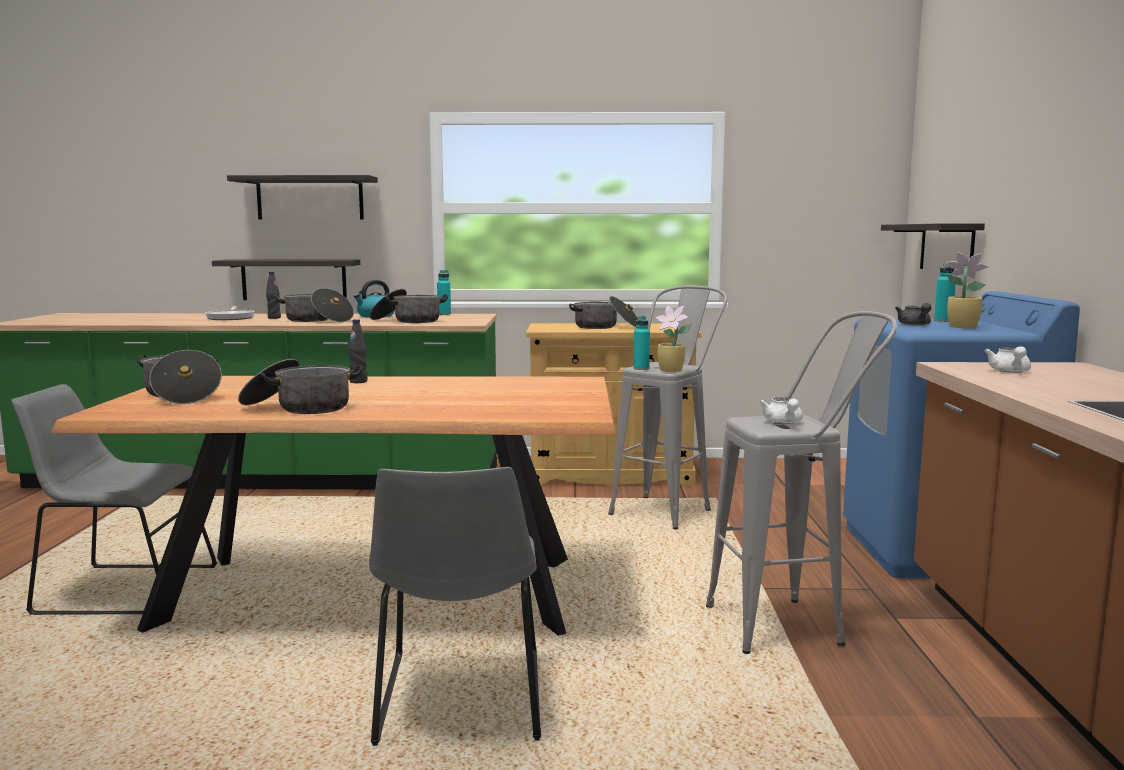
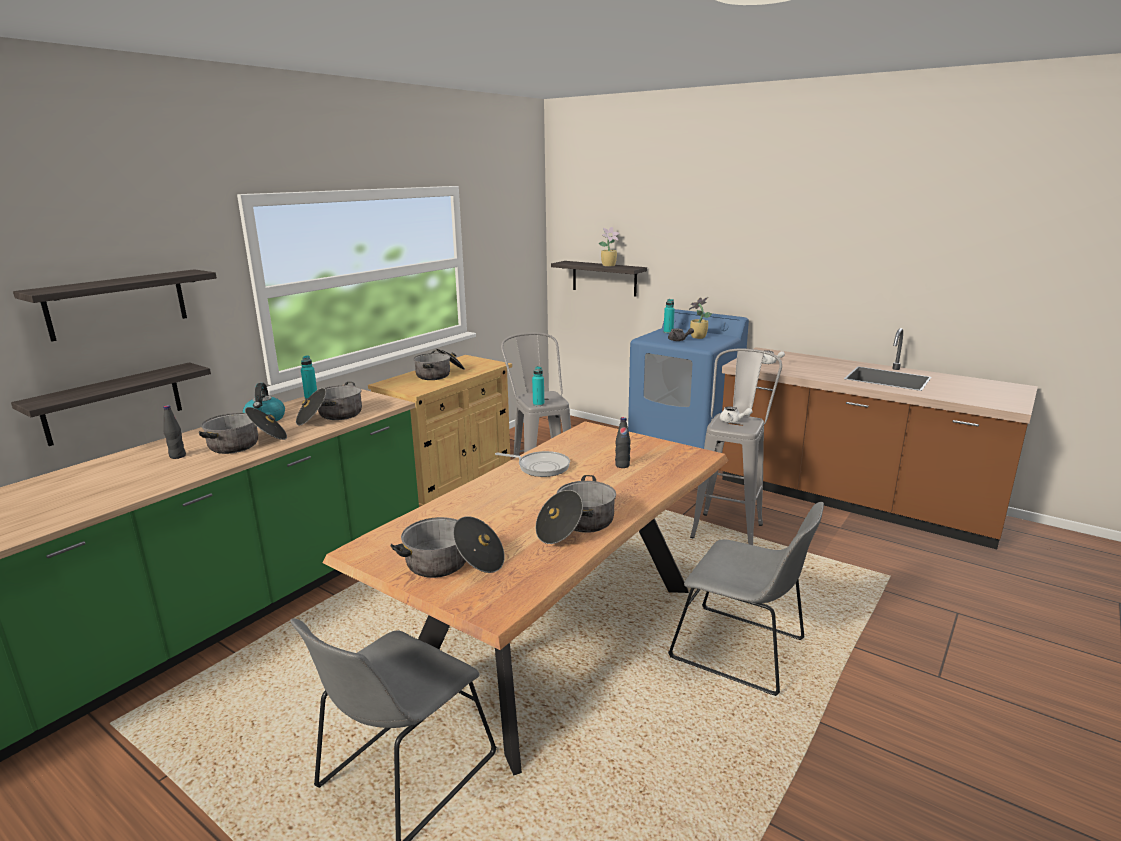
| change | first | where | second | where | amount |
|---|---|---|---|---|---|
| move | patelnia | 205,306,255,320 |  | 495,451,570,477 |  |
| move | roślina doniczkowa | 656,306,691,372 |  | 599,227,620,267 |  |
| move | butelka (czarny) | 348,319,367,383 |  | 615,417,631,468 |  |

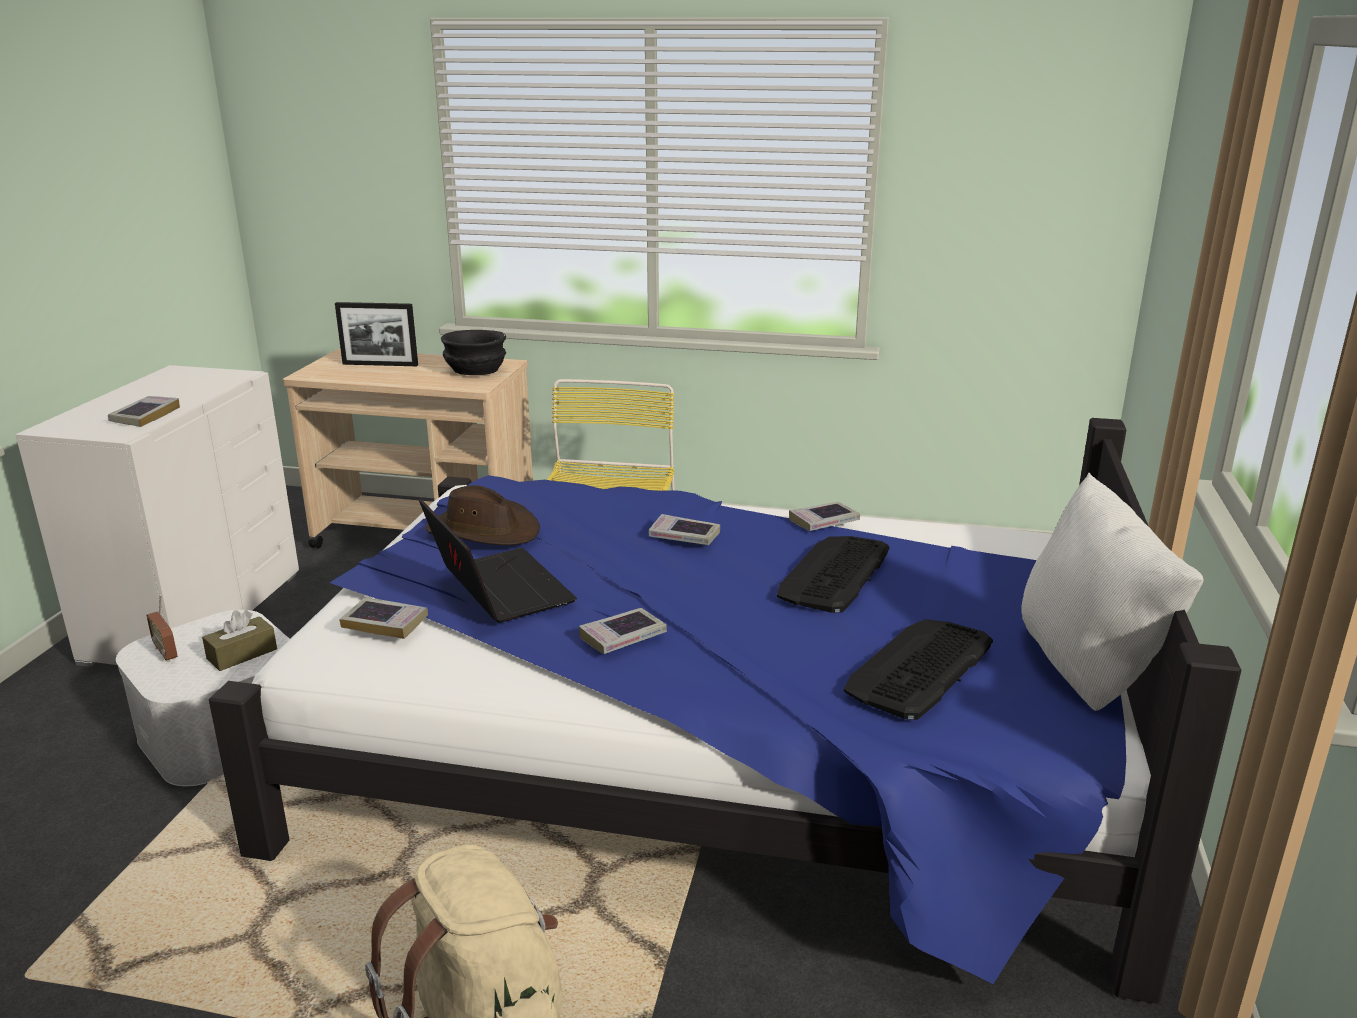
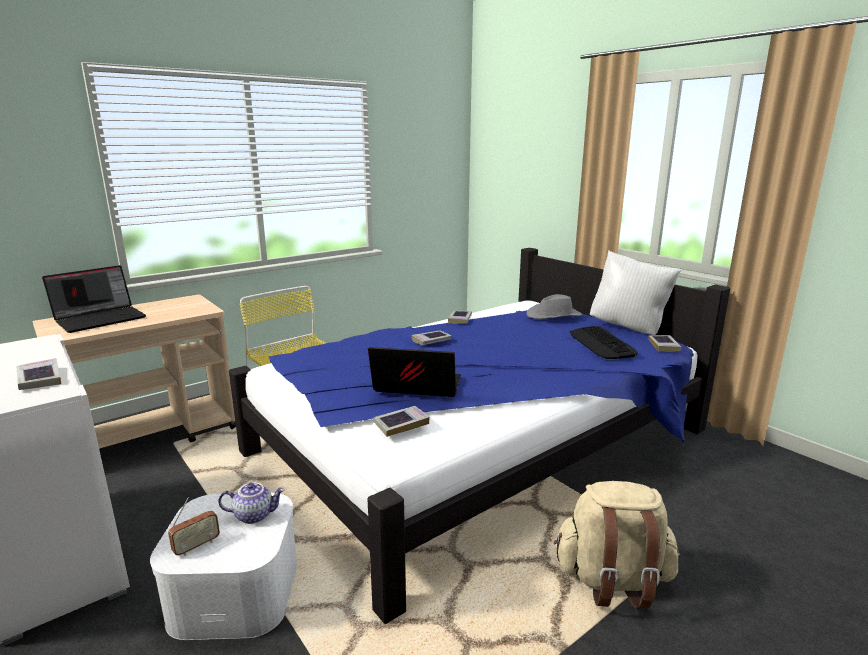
| change | first | where | second | where | amount |
|---|---|---|---|---|---|
| replace | ramka na zdjęcie | 335,302,418,366 | laptop | 42,265,146,333 |  |
| delete | miska (czarny) | 441,330,506,375 |  |  |  |
| delete | kapelusz (brązowy) | 425,485,540,545 |  |  |  |
| delete | klawiatura | 777,536,890,613 |  |  |  |
| rotate | radio | 147,595,178,662 |  | 168,498,220,556 | 45 degrees counterclockwise |
| move | książka | 579,608,667,654 |  | 648,335,682,352 |  |
| replace | pudełko chusteczek (brązowy) | 202,610,277,671 | imbryk | 218,483,285,524 |  |
| insert |  |  | kapelusz (szary) | 526,294,582,319 |  |

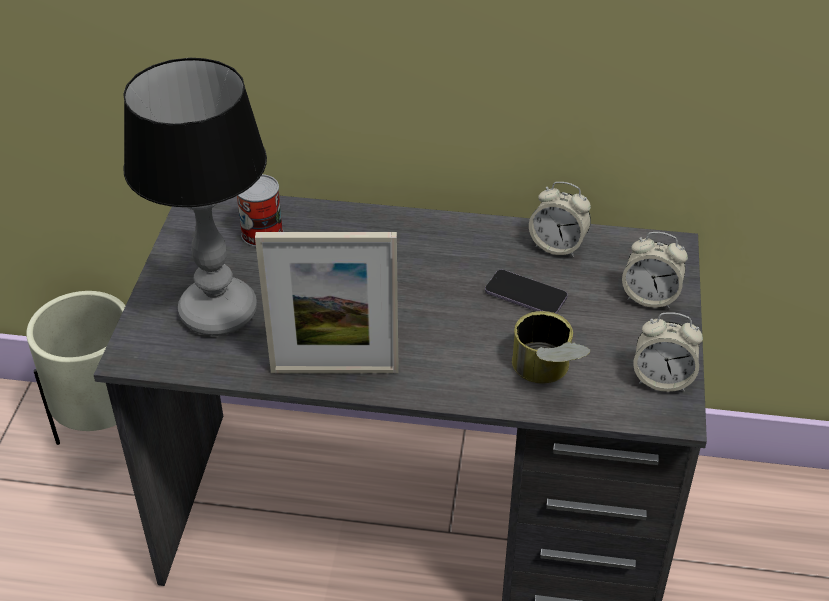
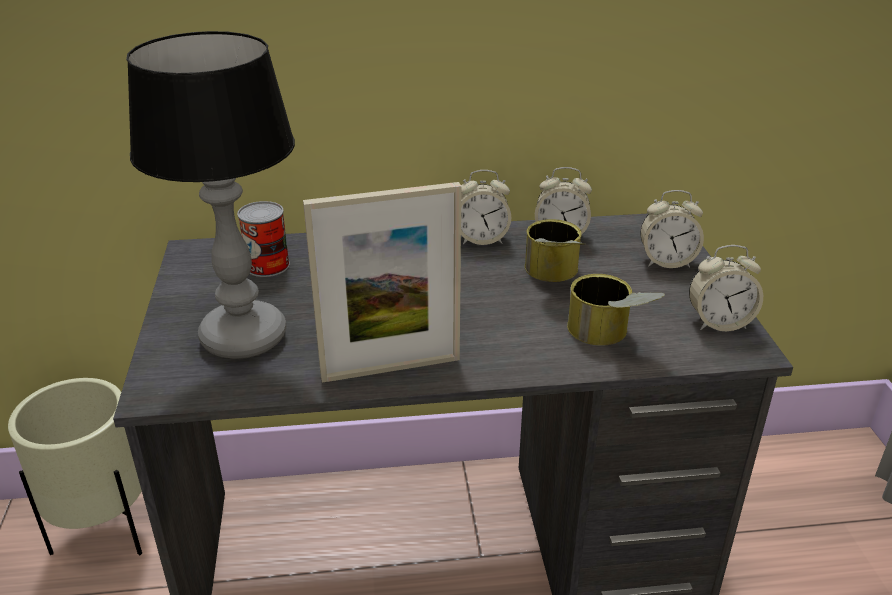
| change | first | where | second | where | amount |
|---|---|---|---|---|---|
| replace | telefon | 485,269,568,314 | puszka | 525,219,584,282 |  |
| insert |  |  | budzik | 461,170,511,245 |  |

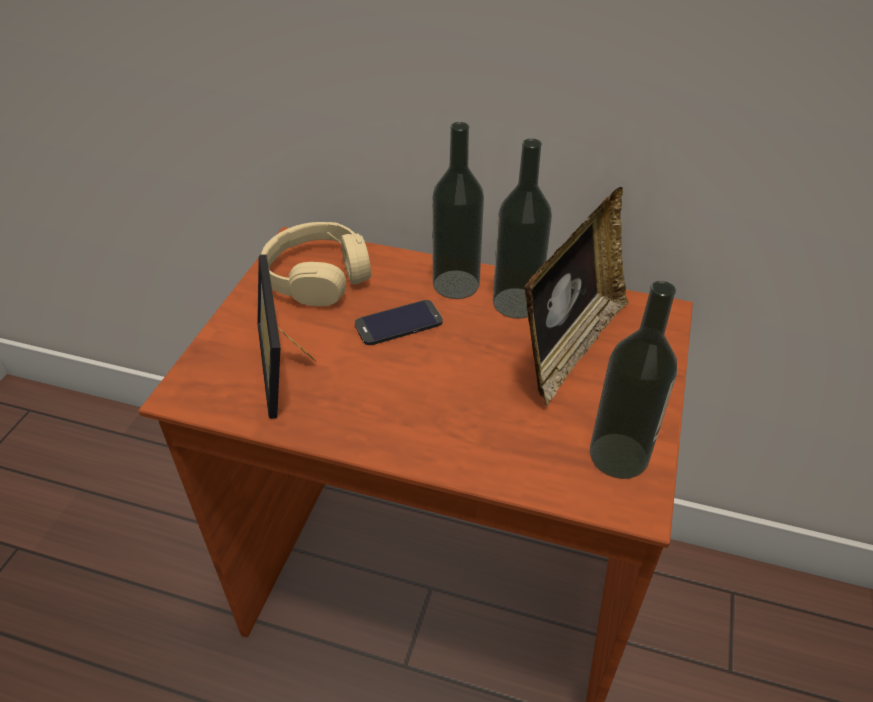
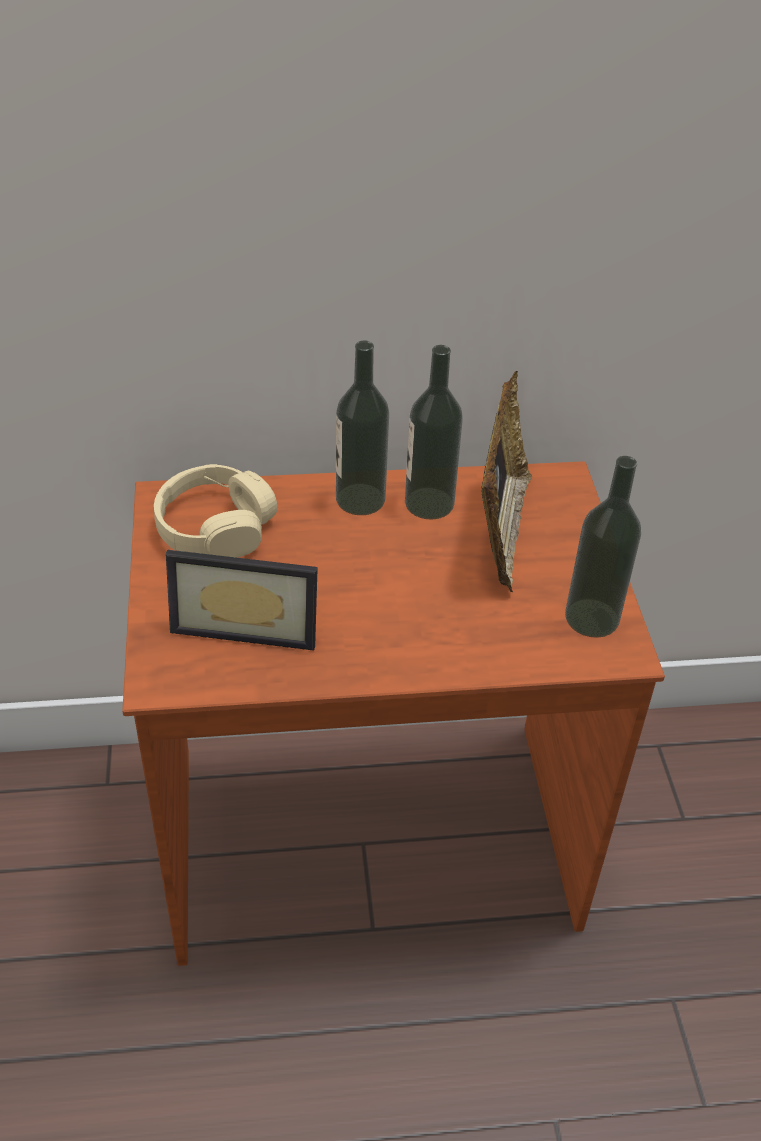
| change | first | where | second | where | amount |
|---|---|---|---|---|---|
| rotate | ramka na zdjęcie | 257,255,317,419 |  | 166,550,318,651 | 45 degrees counterclockwise |
| delete | telefon | 355,300,443,345 |  |  |  |

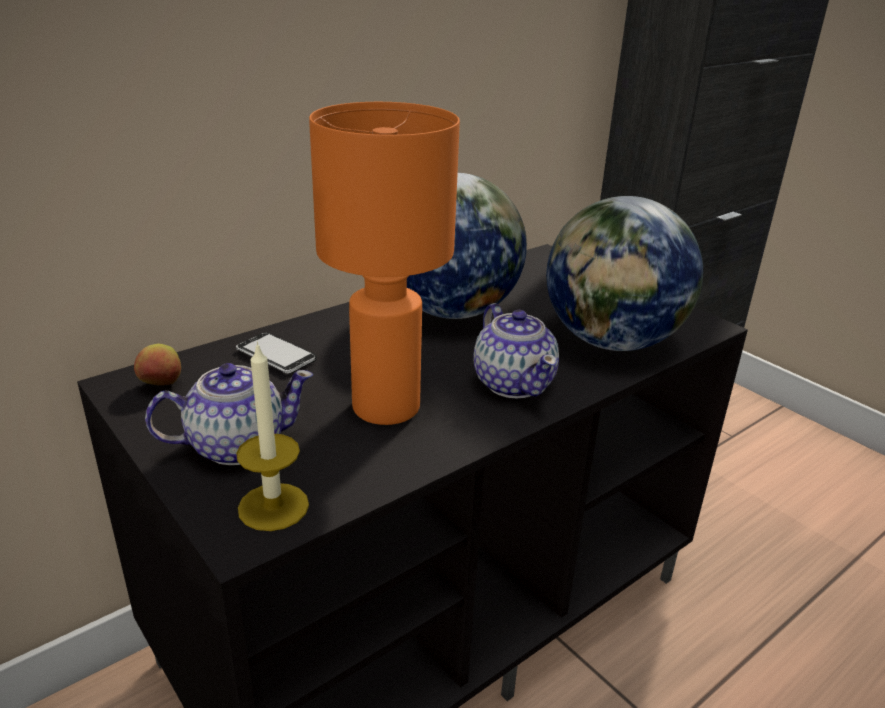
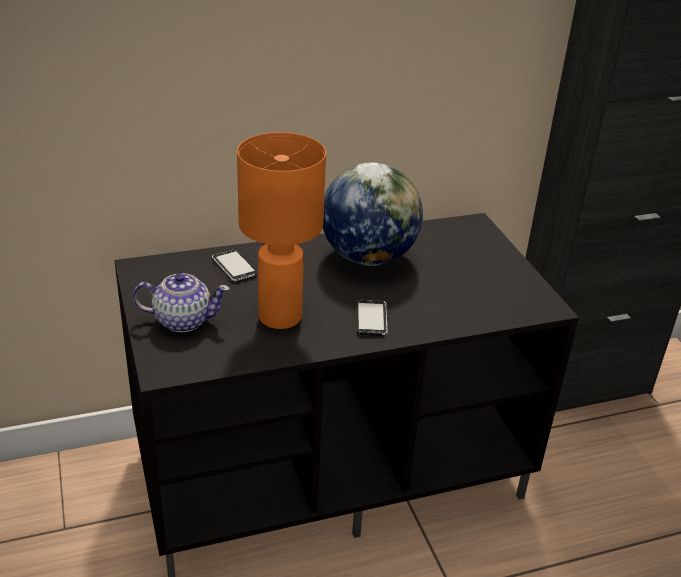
| change | first | where | second | where | amount |
|---|---|---|---|---|---|
| delete | globus | 546,196,703,351 |  |  |  |
| replace | imbryk | 474,303,559,398 | telefon | 357,300,387,336 |  |
| delete | świeca | 236,341,309,531 |  |  |  |
| delete | jabłko | 134,344,181,385 |  |  |  |

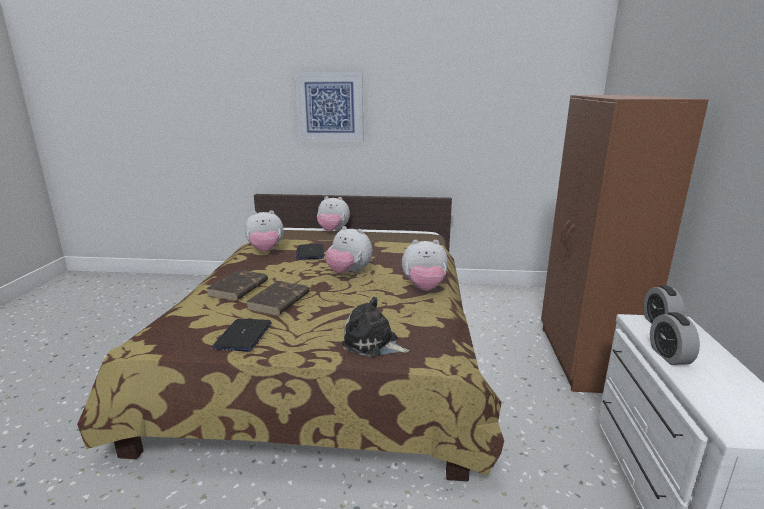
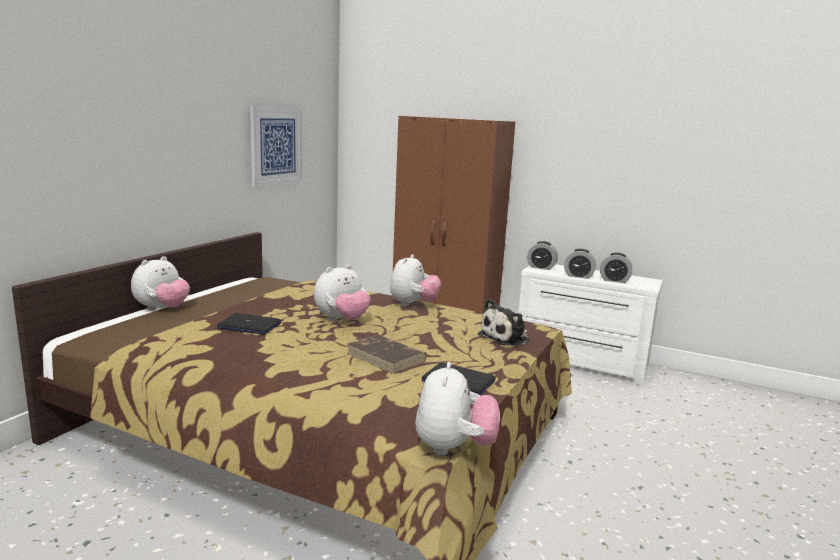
| change | first | where | second | where | amount |
|---|---|---|---|---|---|
| move | obraz | 294,71,364,142 |  | 250,106,302,187 |  |
| move | pluszak | 245,210,284,252 |  | 415,362,500,455 |  |
| delete | książka (brązowy) | 206,270,268,301 |  |  |  |
| insert |  |  | budzik | 600,253,632,283 |  |

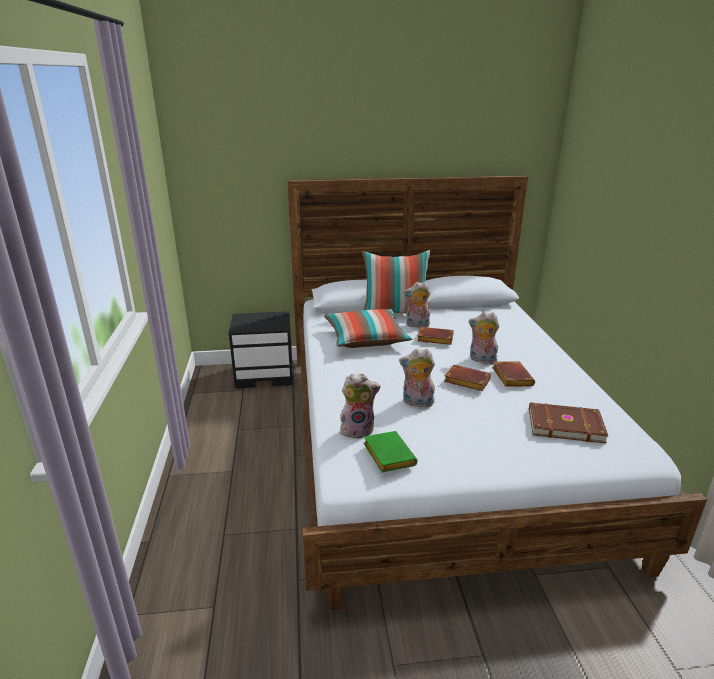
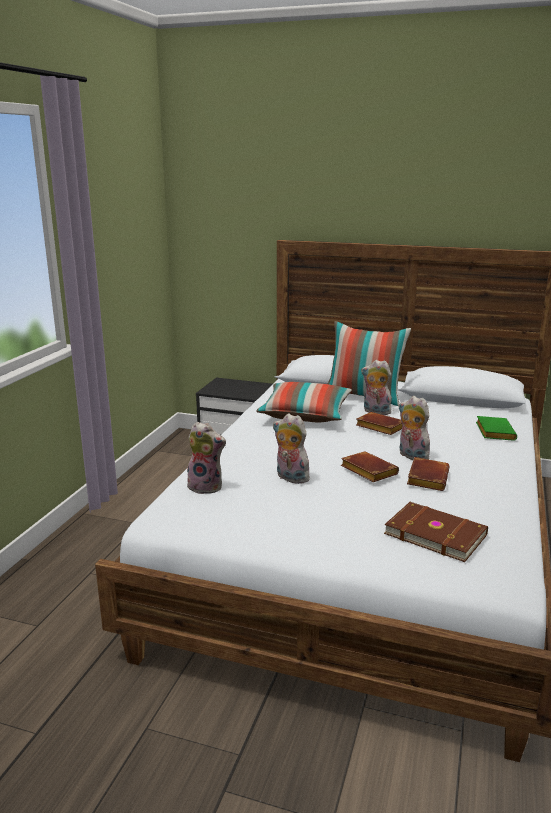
| change | first | where | second | where | amount |
|---|---|---|---|---|---|
| move | książka (zielony) | 363,431,417,472 |  | 476,416,517,441 |  |

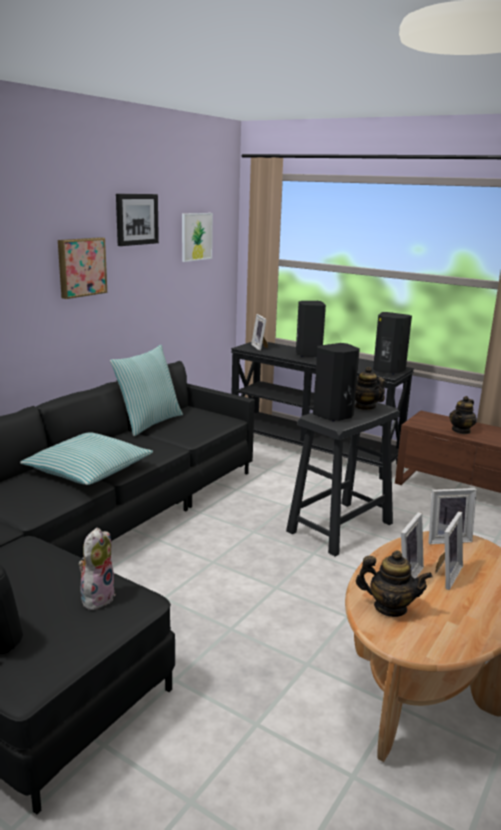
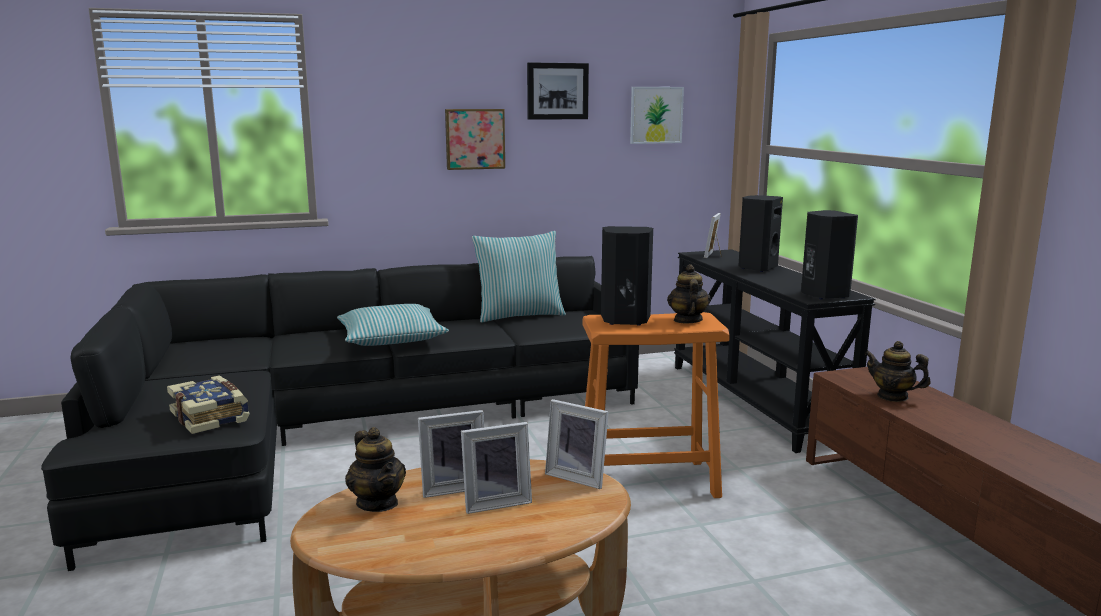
| change | first | where | second | where | amount |
|---|---|---|---|---|---|
| rotate | imbryk | 449,396,477,434 |  | 864,341,931,402 | 45 degrees clockwise |
| recolor | stołek (czarny) | 286,400,400,557 | stołek (pomarańczowy) | 582,312,730,498 |  |
| replace | pluszak | 78,528,116,612 | książka | 167,376,250,434 |  |

